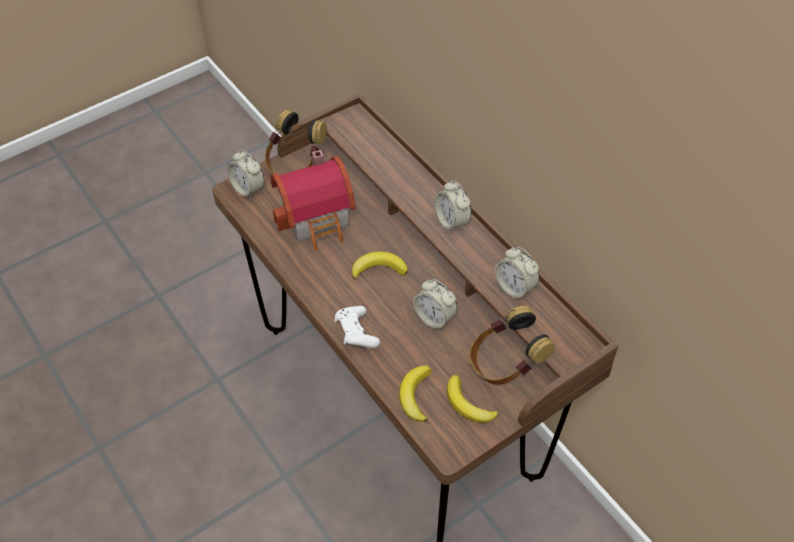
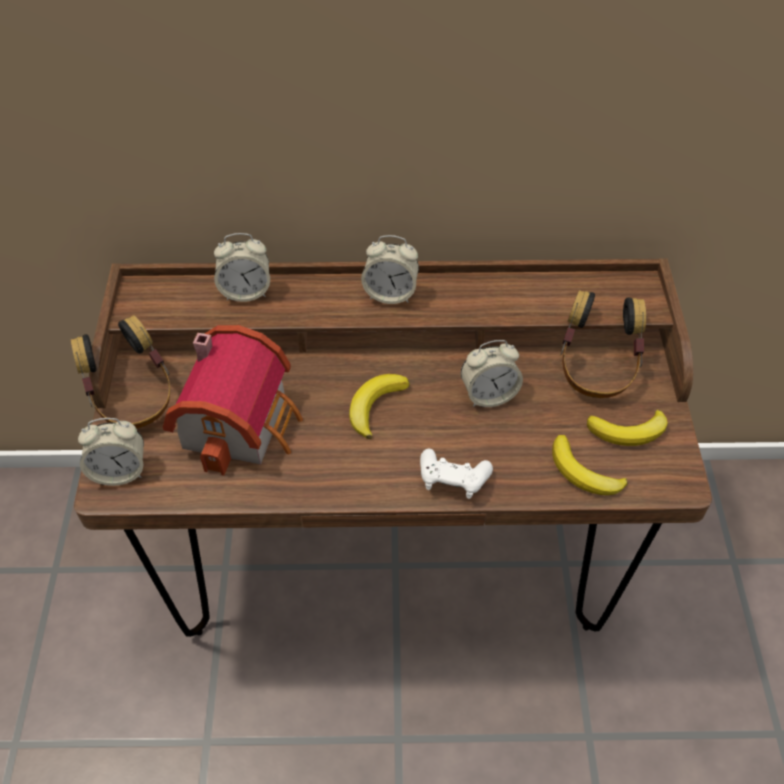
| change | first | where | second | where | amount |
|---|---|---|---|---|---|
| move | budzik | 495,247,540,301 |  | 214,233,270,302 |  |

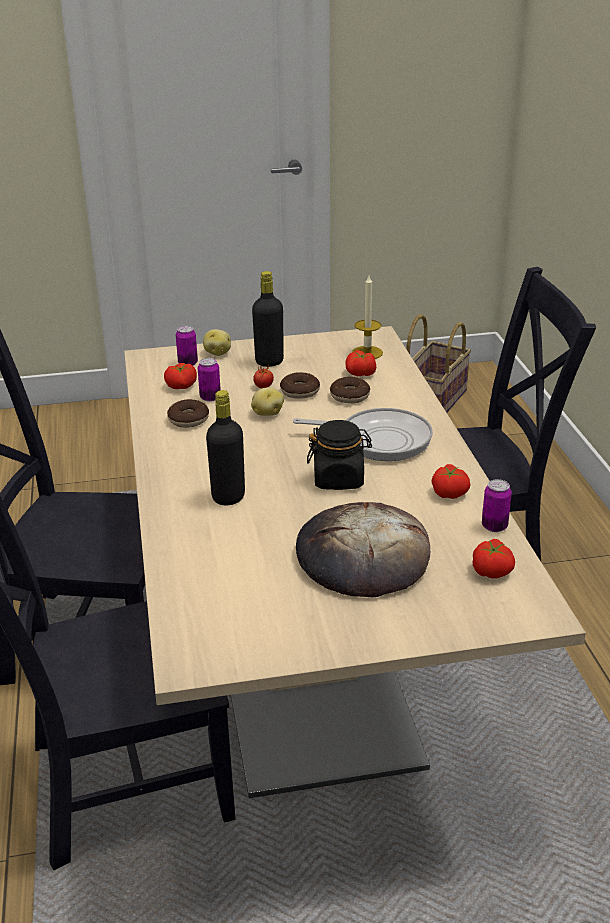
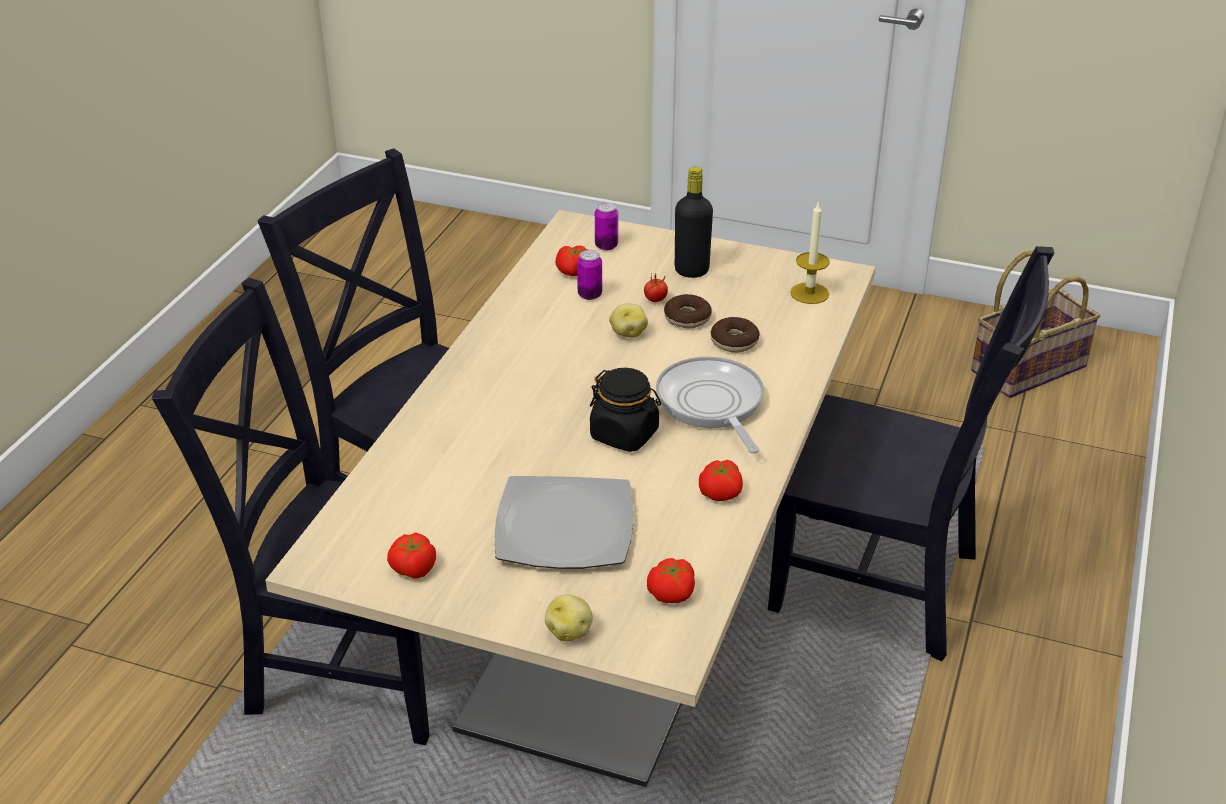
| change | first | where | second | where | amount |
|---|---|---|---|---|---|
| move | ziemniak | 203,329,231,356 |  | 545,594,593,641 |  |
| move | pomidor | 345,350,376,376 |  | 387,532,436,579 |  |
| delete | butelka (czarny) | 206,390,245,505 |  |  |  |
| delete | donut | 167,399,209,428 |  |  |  |
| rotate | patelnia | 293,408,433,461 |  | 656,357,764,453 | 150 degrees counterclockwise |
| delete | puszka | 482,479,512,532 |  |  |  |
| replace | chleb | 296,502,430,597 | talerz | 495,476,634,569 |  |

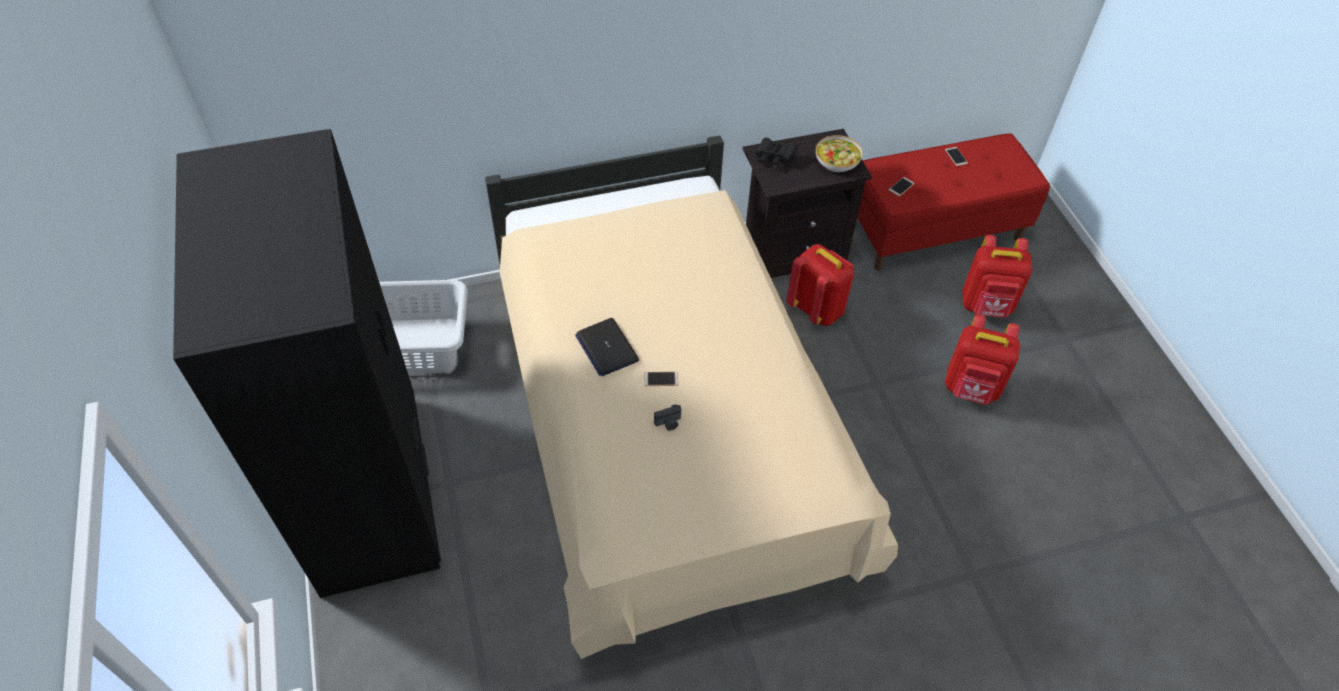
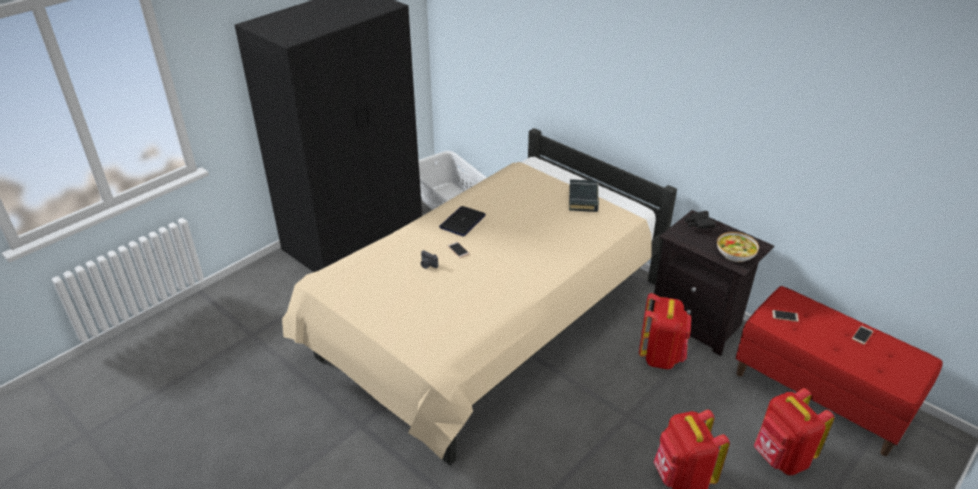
| change | first | where | second | where | amount |
|---|---|---|---|---|---|
| insert |  |  | książka (czarny) | 569,179,599,212 |  |

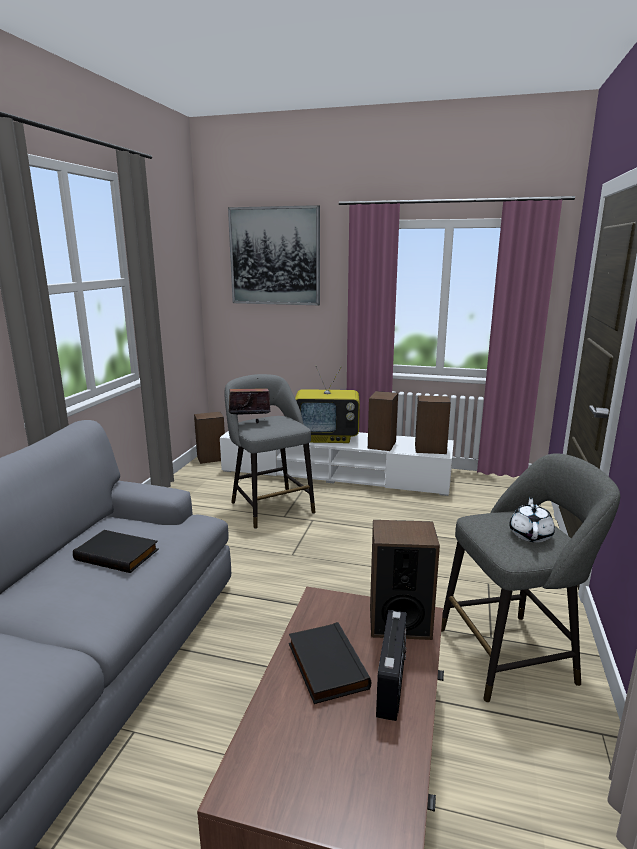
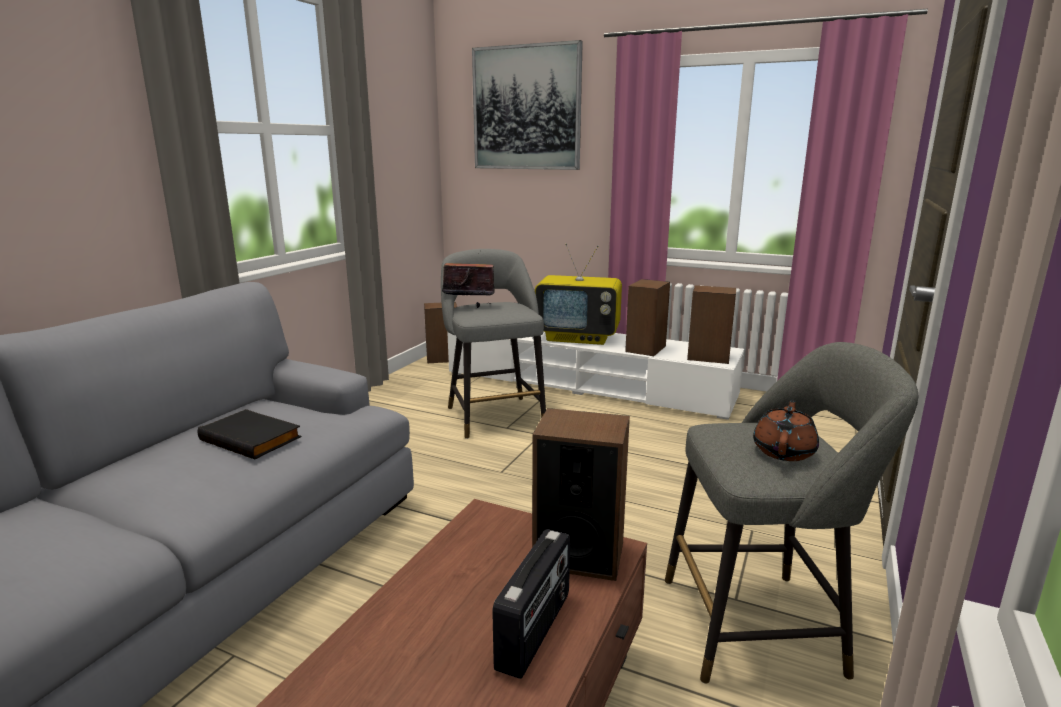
| change | first | where | second | where | amount |
|---|---|---|---|---|---|
| recolor | imbryk (biały) | 509,496,555,542 | imbryk (brązowy) | 753,399,819,461 |  |
| delete | książka (czarny) | 289,622,371,704 |  |  |  |

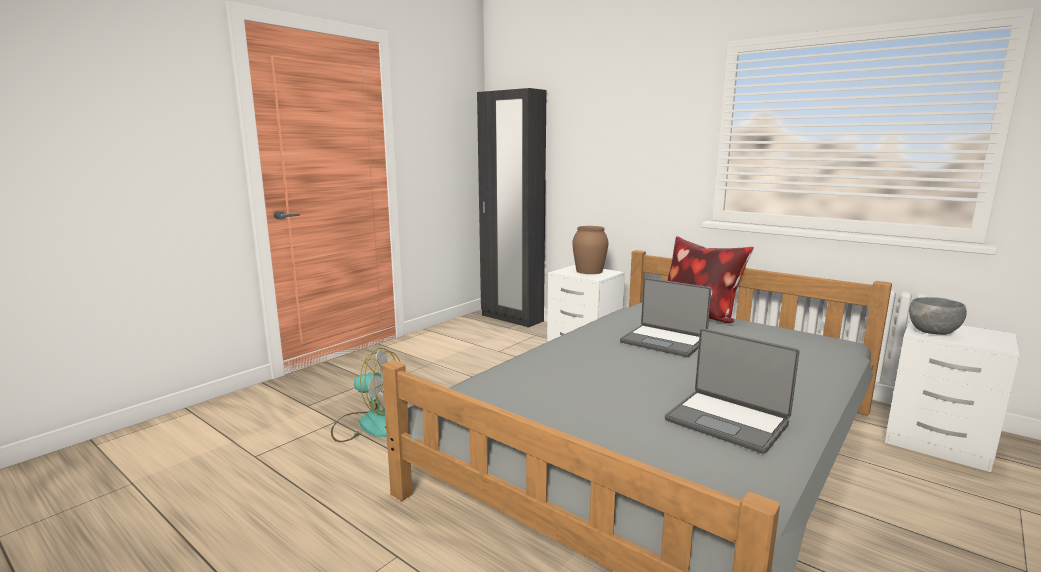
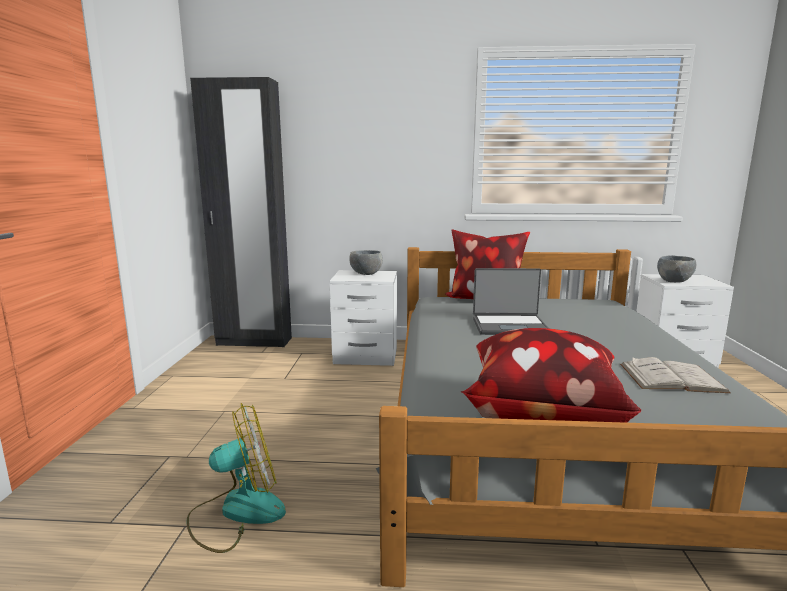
| change | first | where | second | where | amount |
|---|---|---|---|---|---|
| replace | wazon (brązowy) | 572,226,609,274 | miska (szary) | 349,250,383,275 |  |
| replace | laptop | 665,328,799,454 | książka (biały) | 620,357,731,393 |  |
| insert |  |  | poduszka | 460,328,641,423 |  |

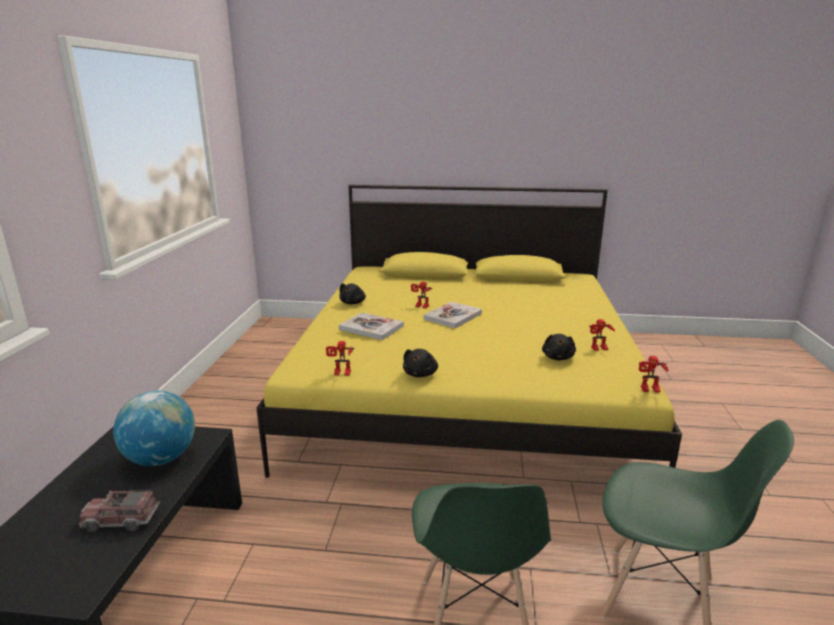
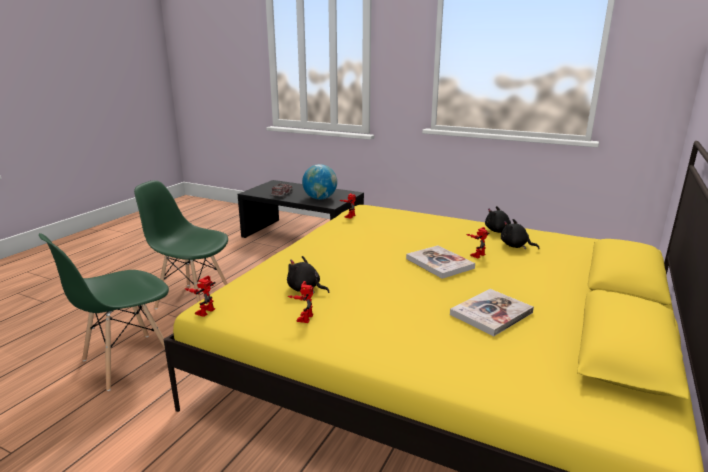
| change | first | where | second | where | amount |
|---|---|---|---|---|---|
| move | książka | 339,312,404,340 |  | 450,289,534,336 |  |
| move | pluszak (czarny) | 403,349,438,377 |  | 501,219,540,249 |  |

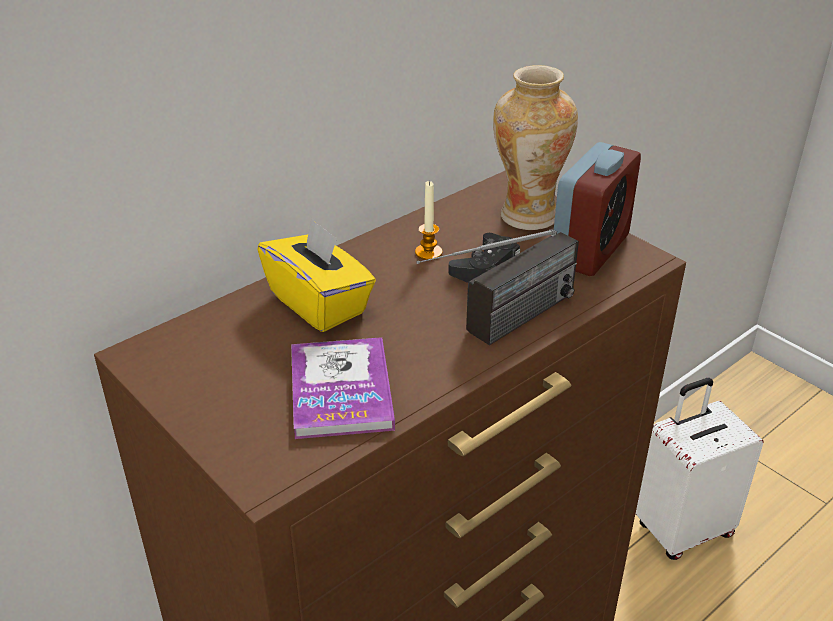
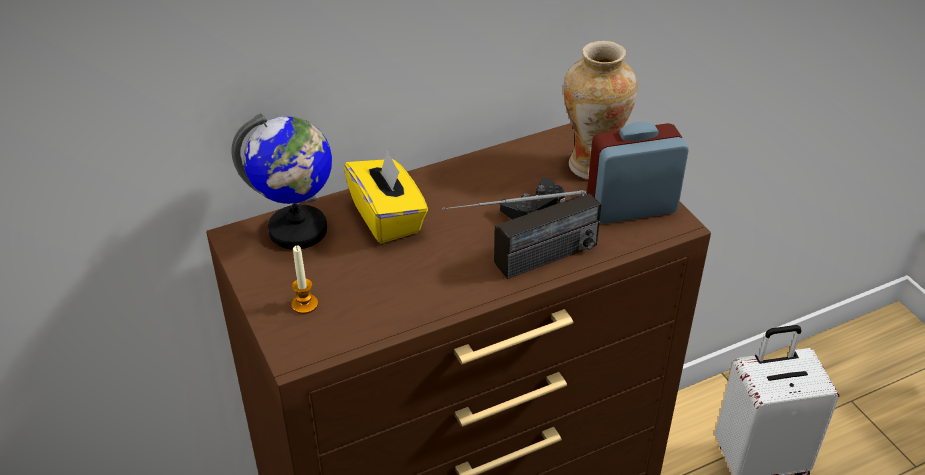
| change | first | where | second | where | amount |
|---|---|---|---|---|---|
| rotate | budzik | 554,142,641,276 |  | 587,122,689,224 | 150 degrees counterclockwise |
| move | świeca | 415,181,442,260 |  | 291,246,318,314 |  |
| delete | książka | 291,337,395,439 |  |  |  |
| insert |  |  | globus | 231,113,332,250 |  |

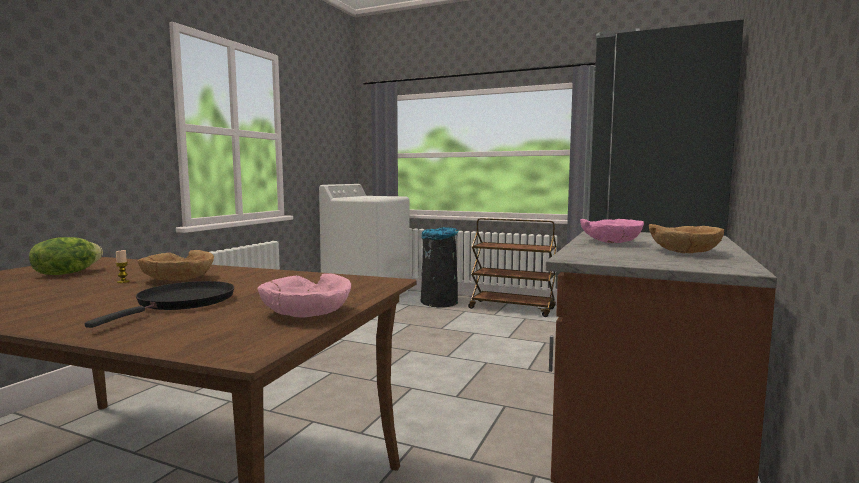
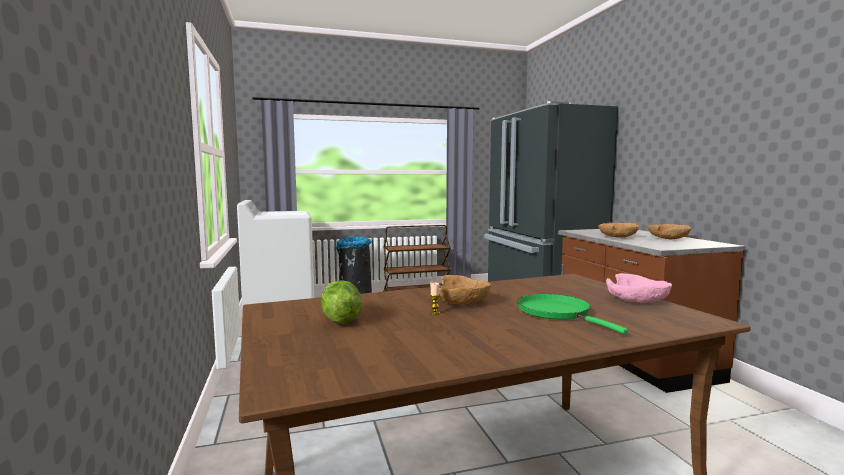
| change | first | where | second | where | amount |
|---|---|---|---|---|---|
| recolor | miska (różowy) | 580,219,644,243 | miska (brązowy) | 598,222,639,237 |  |
| recolor | patelnia (czarny) | 85,281,234,328 | patelnia (zielony) | 517,294,628,334 |  |

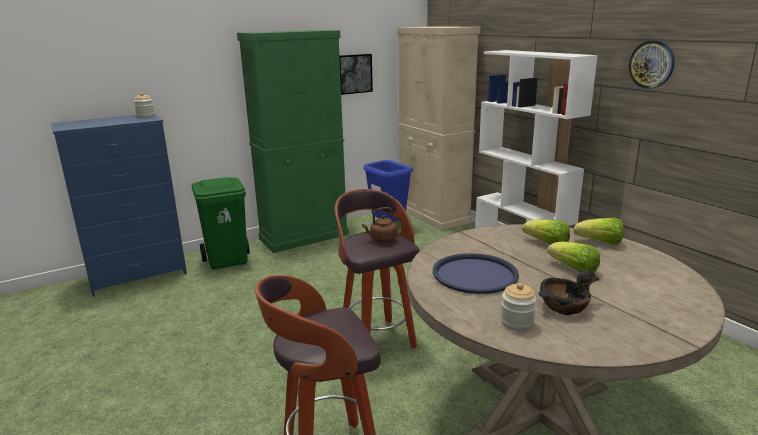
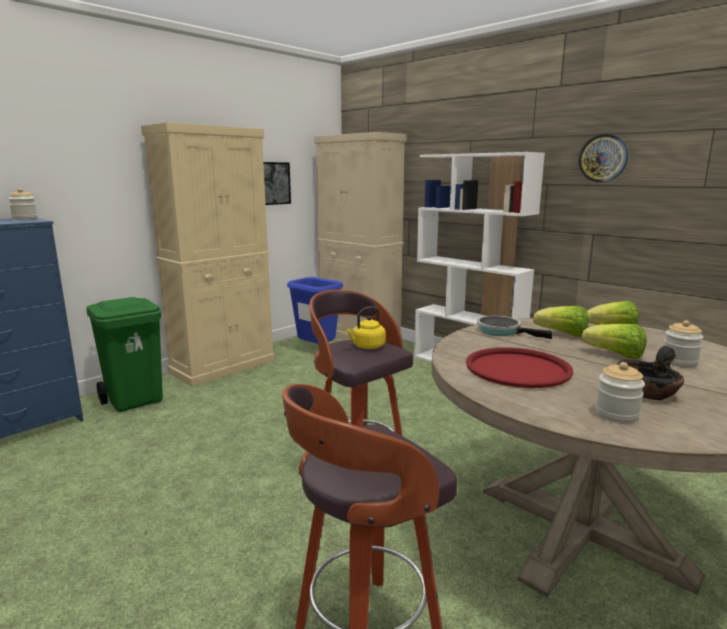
| change | first | where | second | where | amount |
|---|---|---|---|---|---|
| recolor | szafka (zielony) | 237,30,349,253 | szafka (beżowy) | 141,122,275,387 |  |
| recolor | czajnik (brązowy) | 362,207,398,242 | czajnik (żółty) | 345,306,386,349 |  |
| recolor | taca (niebieski) | 433,253,519,294 | taca (czerwony) | 466,347,573,388 |  |
| insert |  |  | patelnia | 477,316,552,339 |  |
| insert |  |  | słoik | 664,320,703,368 |  |

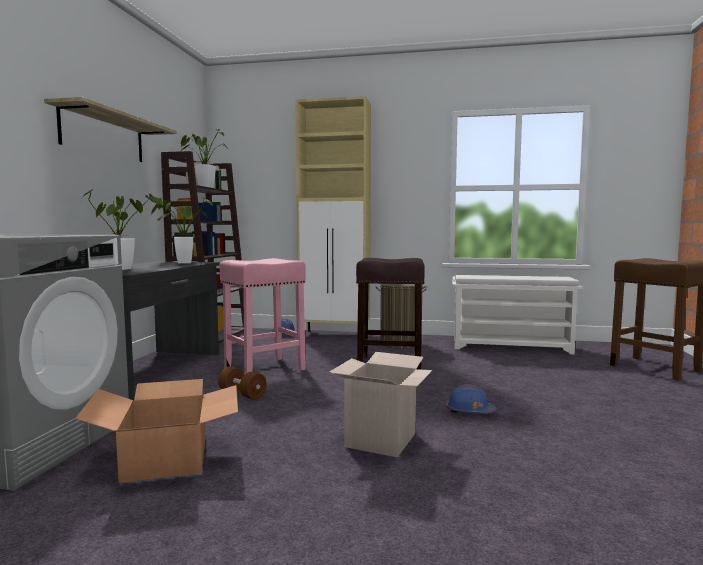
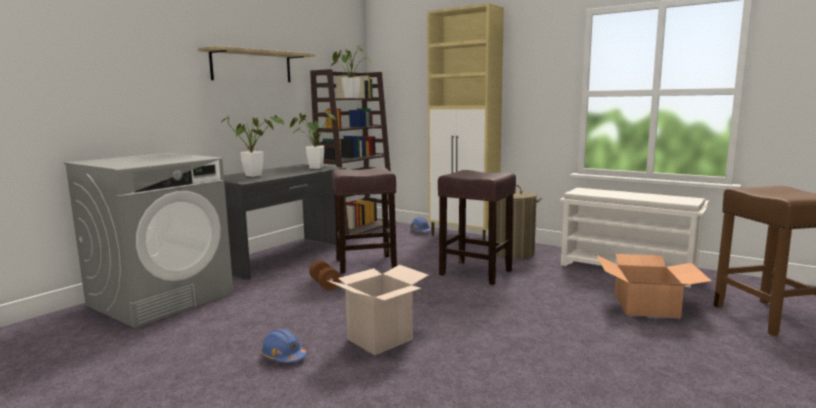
| change | first | where | second | where | amount |
|---|---|---|---|---|---|
| recolor | stołek (różowy) | 220,258,306,374 | stołek (brązowy) | 332,168,397,273 |  |
| move | karton | 75,379,238,483 |  | 596,254,711,318 |  |
| move | kask (niebieski) | 446,384,497,413 |  | 261,328,307,363 |  |

